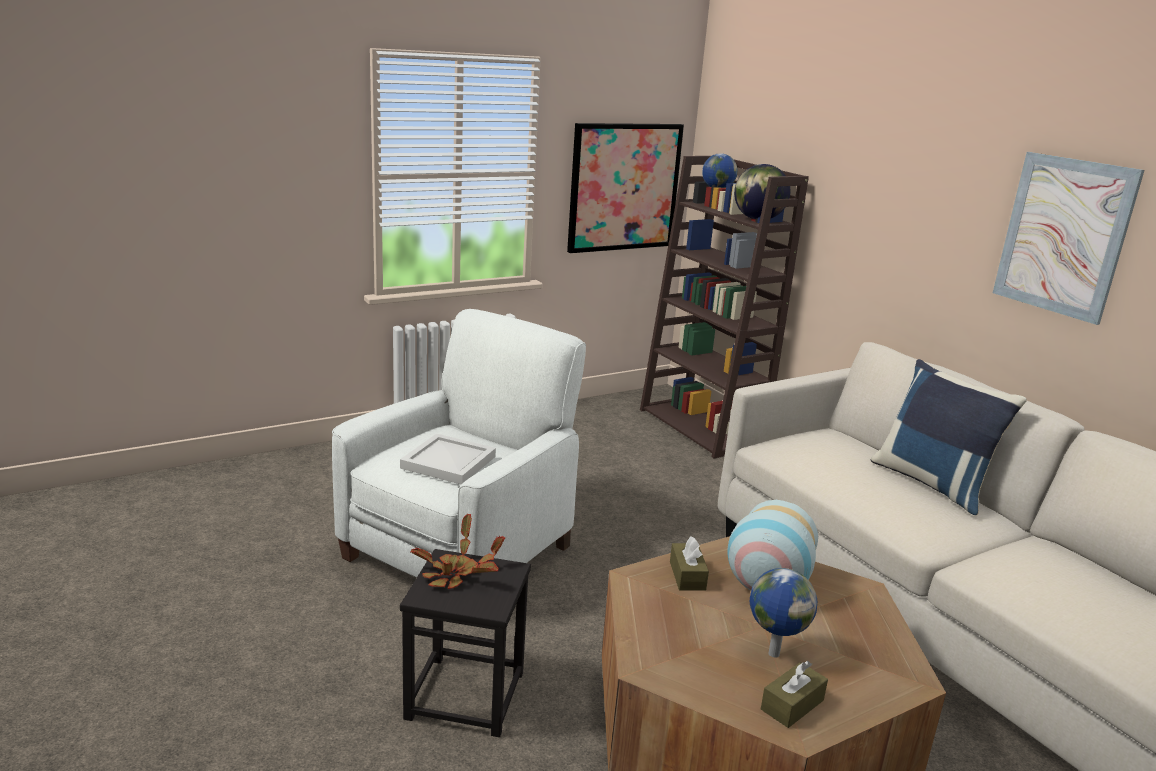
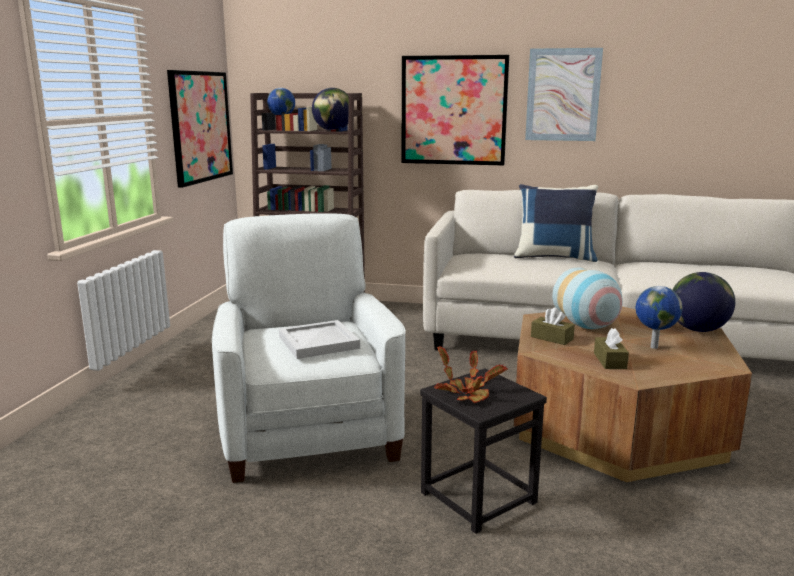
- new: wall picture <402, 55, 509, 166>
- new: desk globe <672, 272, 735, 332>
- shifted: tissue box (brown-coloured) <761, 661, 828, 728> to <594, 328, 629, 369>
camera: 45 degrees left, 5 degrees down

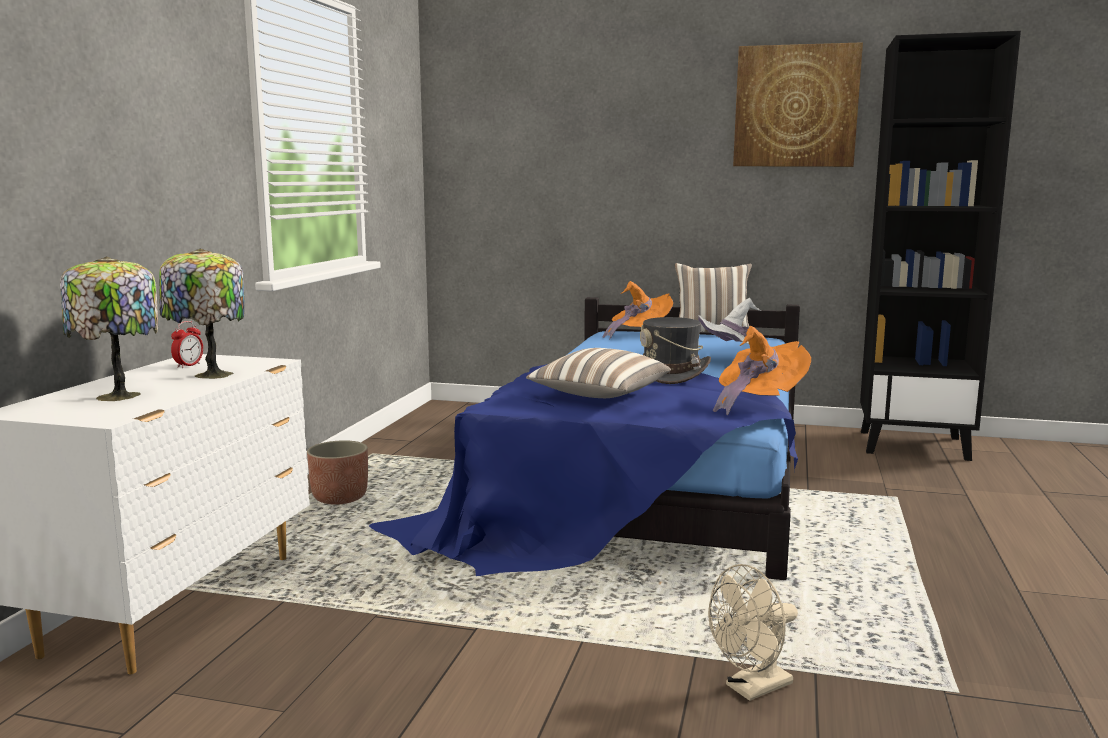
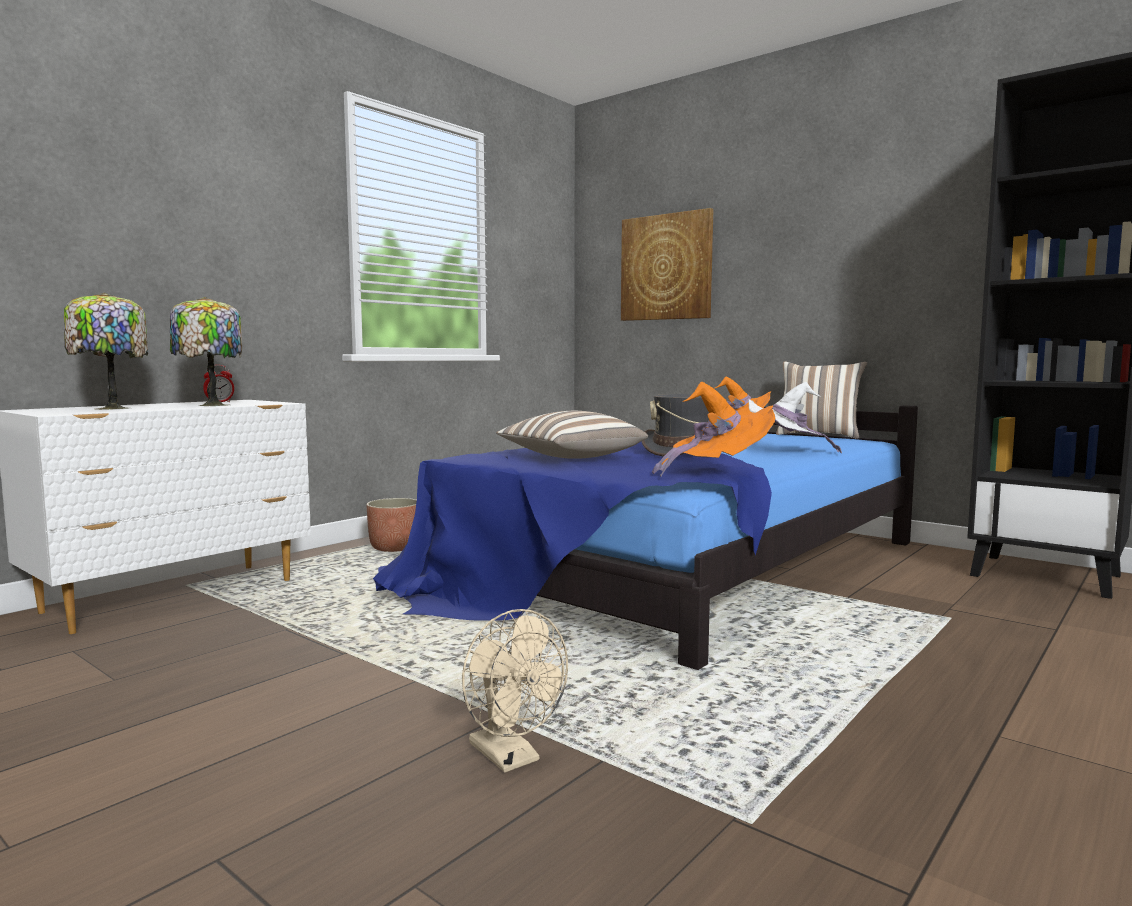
- shifted: wall picture <733, 42, 863, 167> to <621, 208, 714, 321>
- rotated: cooling fan (beige-coloured) <708, 564, 798, 701> = <462, 609, 568, 773> 120 degrees counterclockwise
camera: 25 degrees right, 5 degrees down

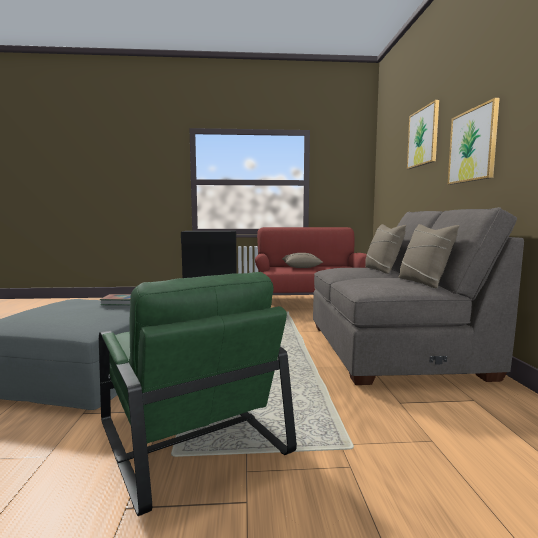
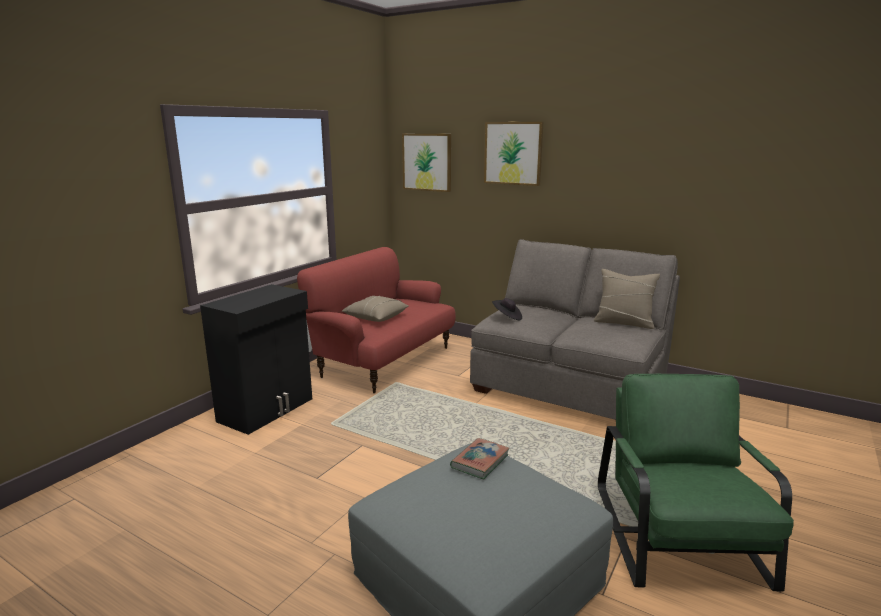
- gone: pillow (beige-coloured) <365, 224, 406, 274>
- new: hat (black-coloured) <492, 298, 522, 321>
- shifted: wall picture <448, 98, 500, 185> to <402, 134, 451, 192>
- rotated: lounge chair (green) <99, 272, 297, 516> = <598, 373, 794, 592> 90 degrees counterclockwise
camera: 55 degrees left, 10 degrees up

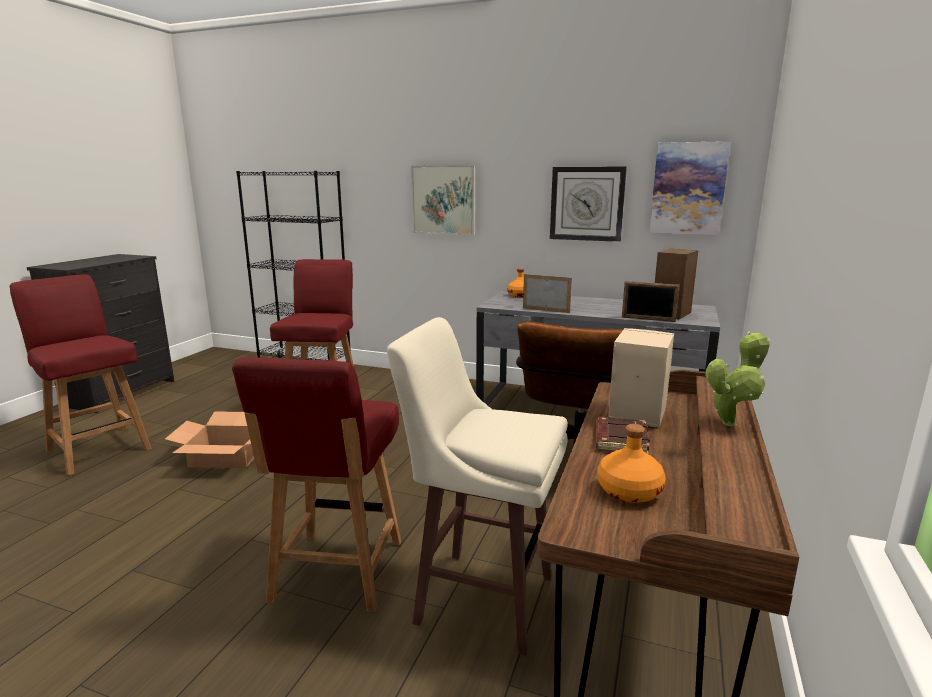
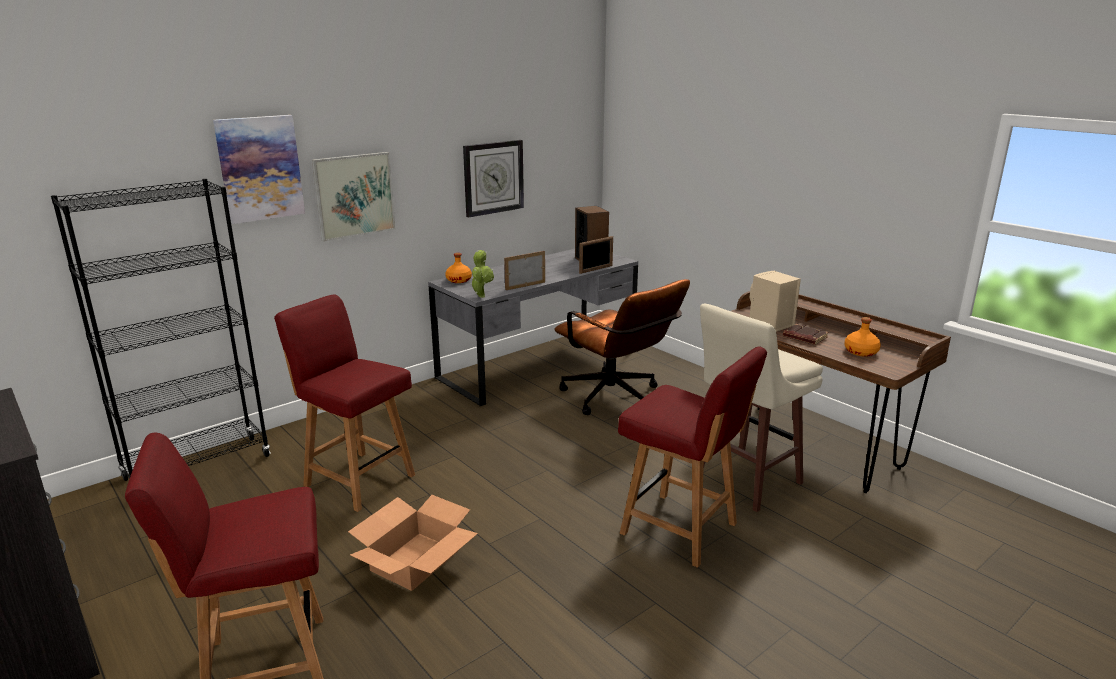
- shifted: wall picture <649, 141, 731, 235> to <213, 115, 305, 224>
- shifted: plant in a pot <705, 331, 770, 426> to <471, 250, 494, 298>
camera: 60 degrees left, 5 degrees up

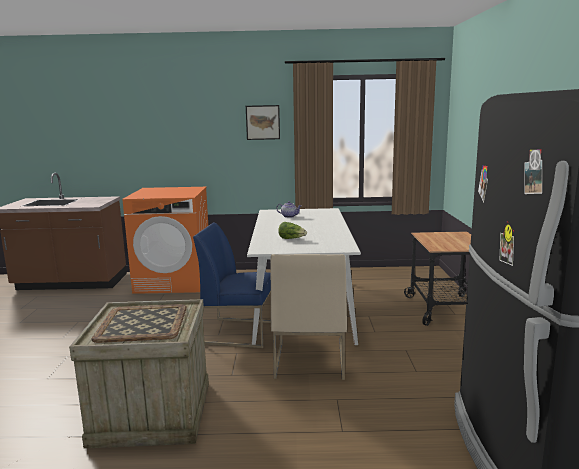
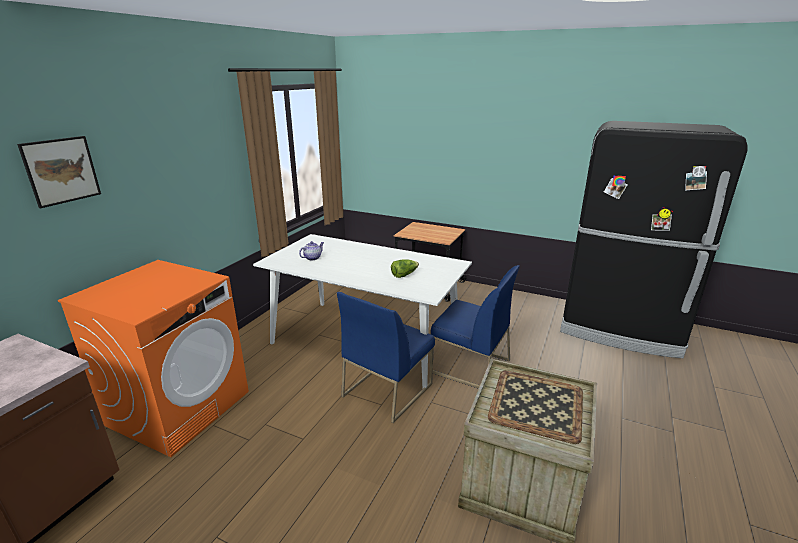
- shifted: wall picture <246, 105, 280, 140> to <17, 136, 101, 208>
- repainted: upright chair (beige-coloured) <270, 254, 347, 380> to upright chair (bluish) <431, 265, 520, 389>
camera: 65 degrees left, 10 degrees up

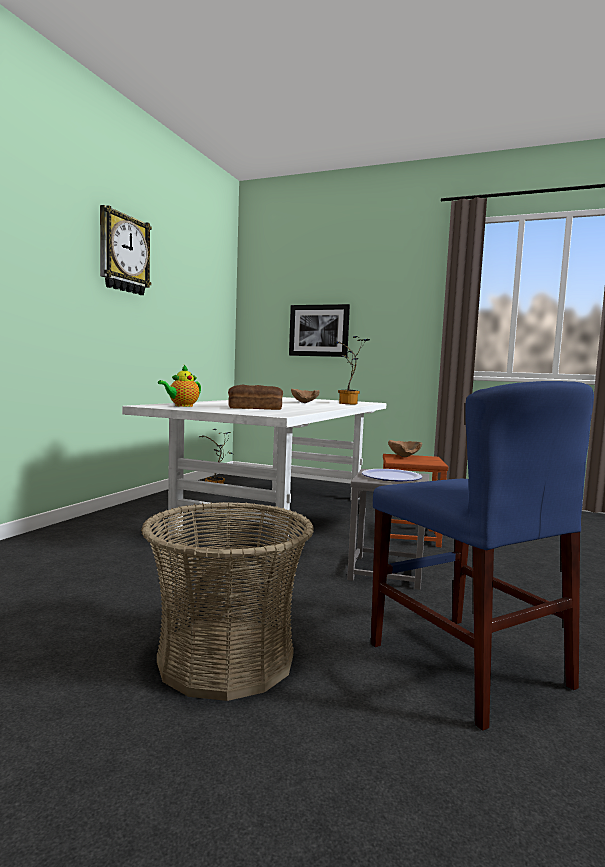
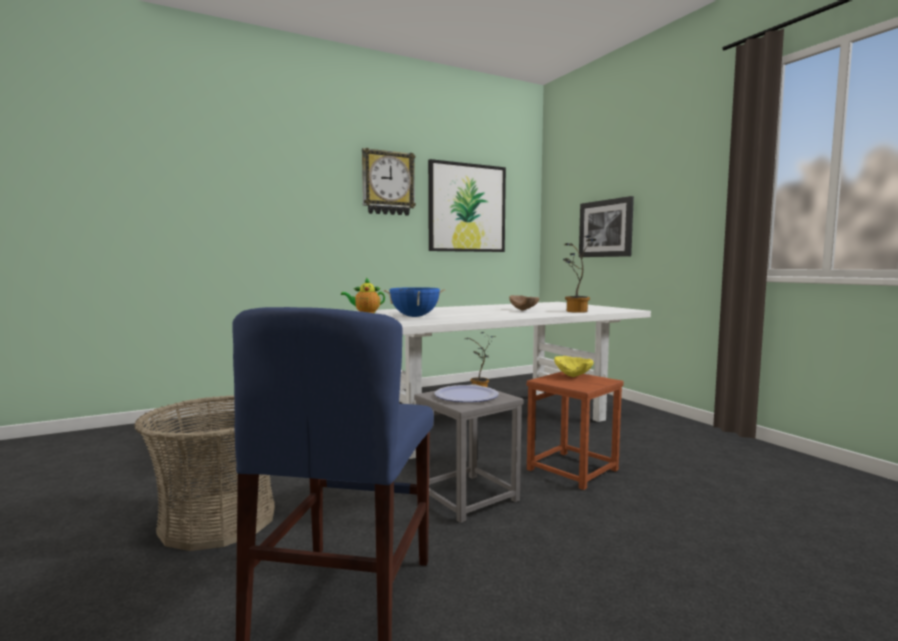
- new: wall picture <428, 159, 506, 252>
- swapped: baked bread <228, 385, 283, 410> to cooking pot (bluish) <383, 287, 445, 317>
- repainted: serving bowl (brown-coloured) <388, 440, 422, 457> to serving bowl (yellow-coloured) <554, 356, 594, 377>
camera: 40 degrees right, 0 degrees up

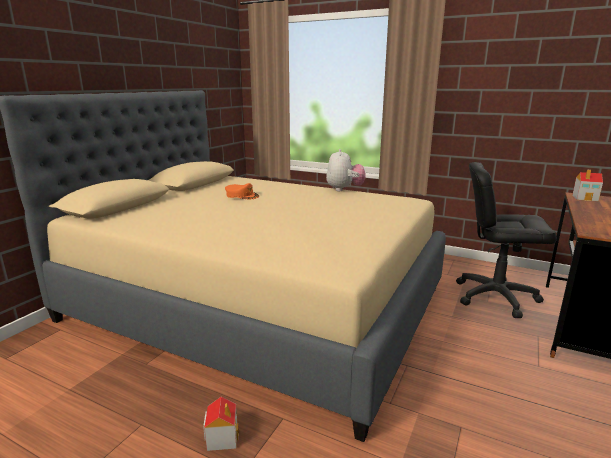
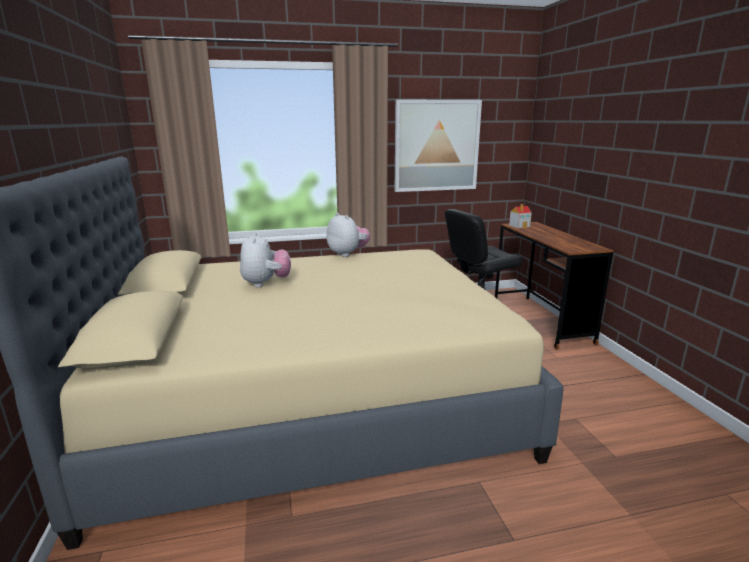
- gone: model house <203, 396, 239, 451>
- new: wall picture <395, 99, 482, 192>
- swapped: baseball cap (orange) <225, 183, 259, 199> to soft toy <240, 232, 291, 287>
camera: 40 degrees left, 0 degrees up

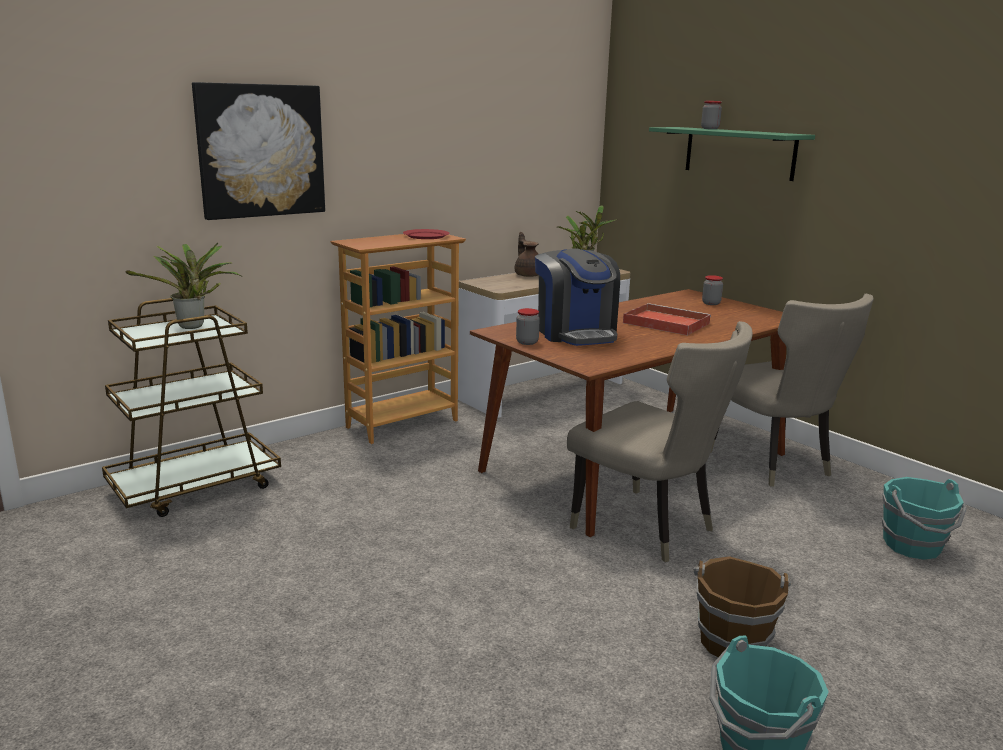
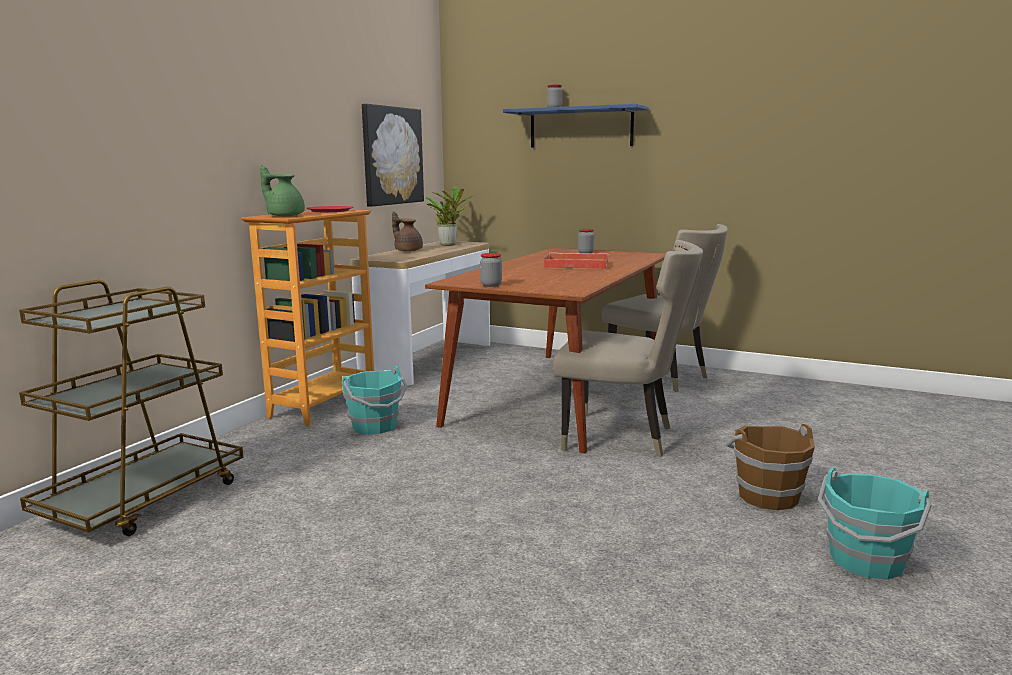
- gone: plant in a pot <125, 243, 242, 329>
- gone: coffee machine <535, 249, 620, 346>
- new: tea pot (green) <260, 165, 305, 216>
- shifted: wall picture <192, 82, 325, 220> to <362, 104, 424, 207>
- shifted: pail (blue-green) <882, 477, 967, 560> to <342, 366, 407, 435>
- repainted: bracket shelf (green) <649, 127, 815, 181> to bracket shelf (bluish) <503, 104, 648, 147>
camera: 25 degrees left, 5 degrees down

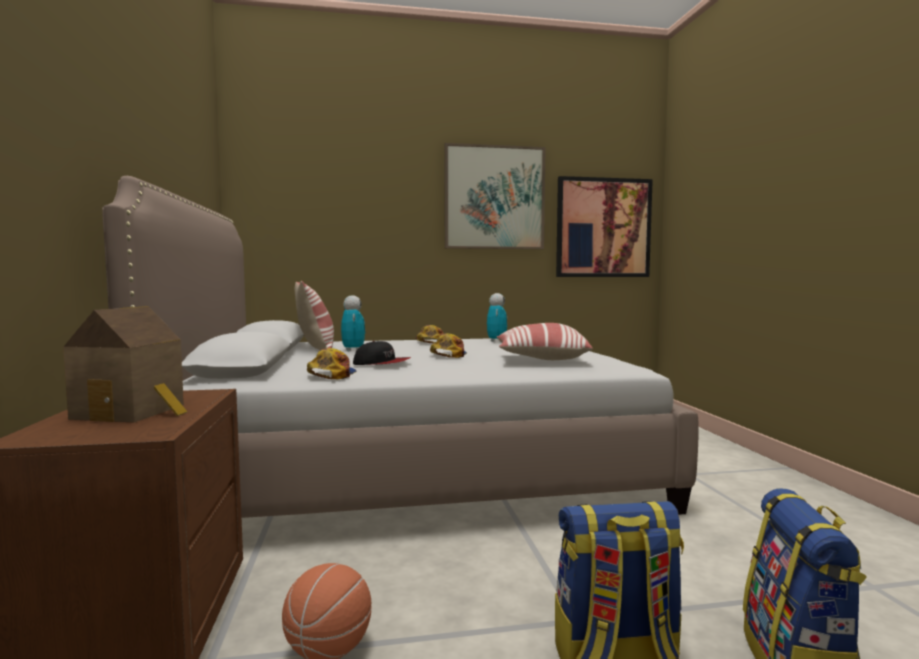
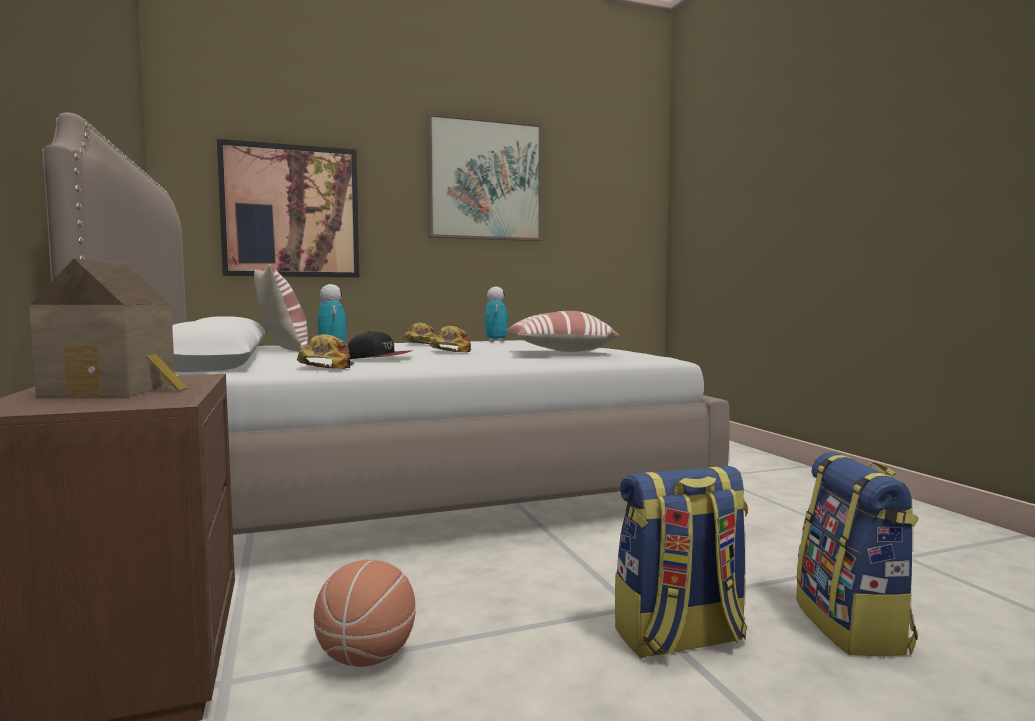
- shifted: wall picture <556, 176, 653, 277> to <217, 139, 359, 278>
camera: 10 degrees left, 0 degrees up

